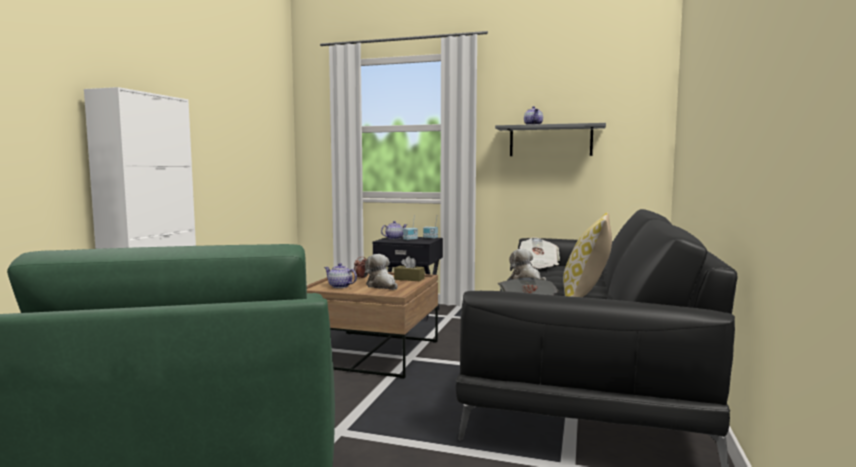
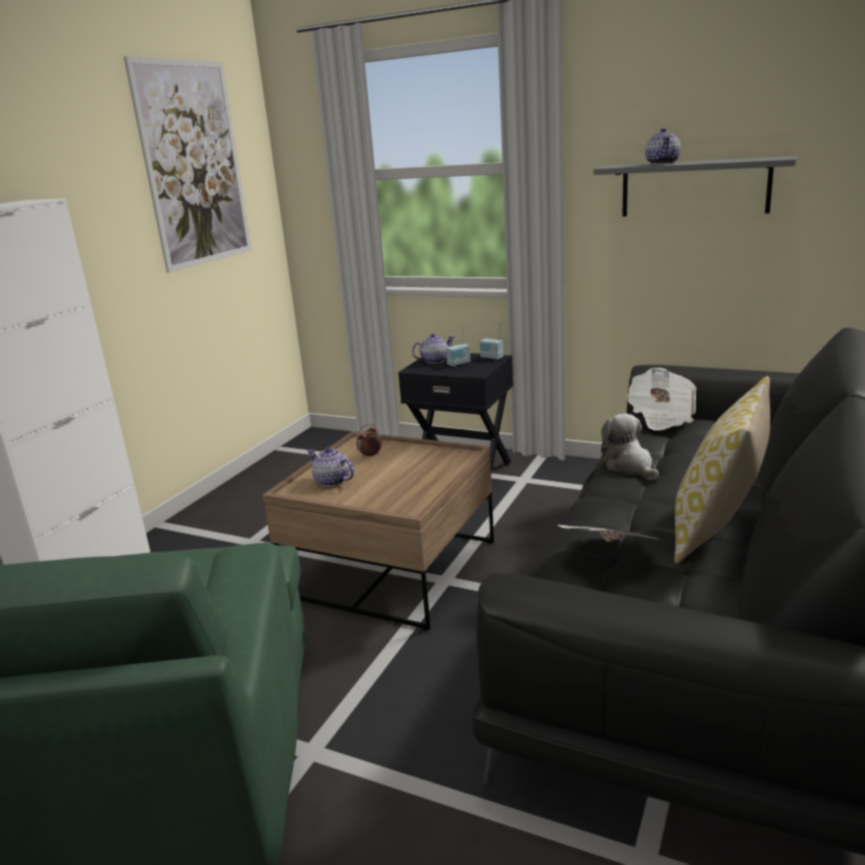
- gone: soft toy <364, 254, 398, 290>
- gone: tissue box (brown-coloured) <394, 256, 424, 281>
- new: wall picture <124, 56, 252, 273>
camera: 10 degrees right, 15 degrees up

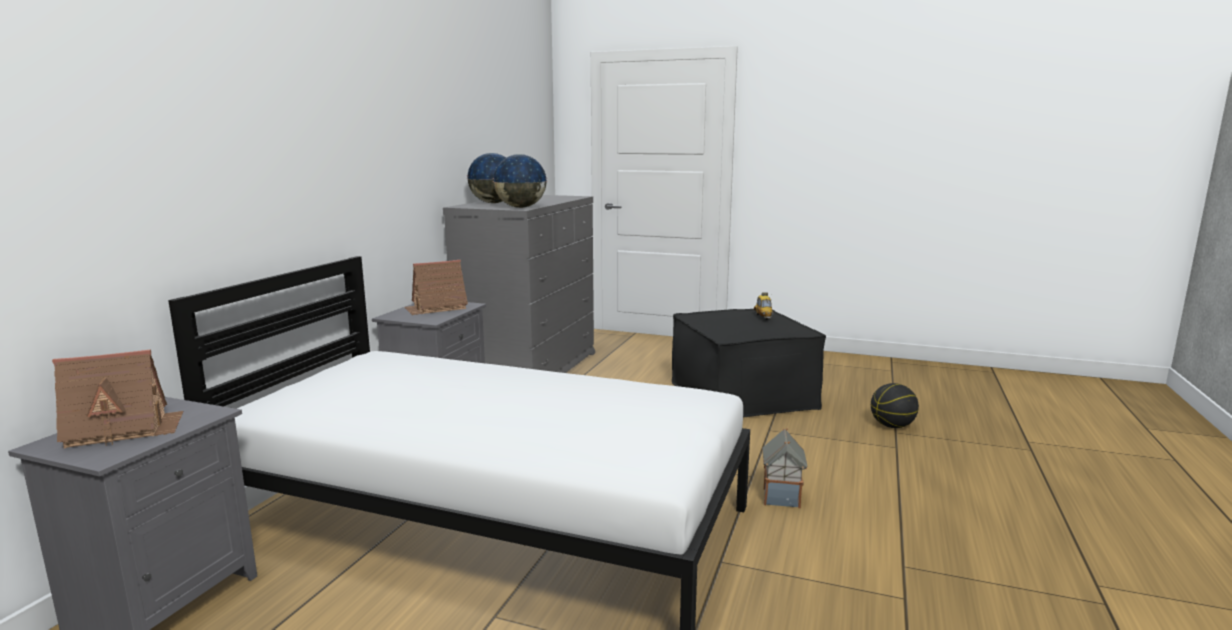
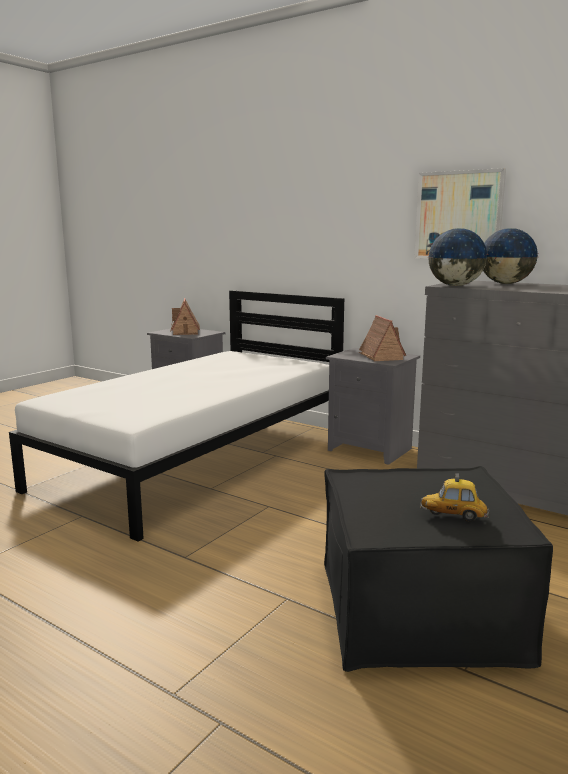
- gone: model house <763, 428, 807, 508>
- gone: basketball <871, 383, 919, 428>
- new: wall picture <414, 168, 506, 259>
camera: 105 degrees right, 0 degrees up

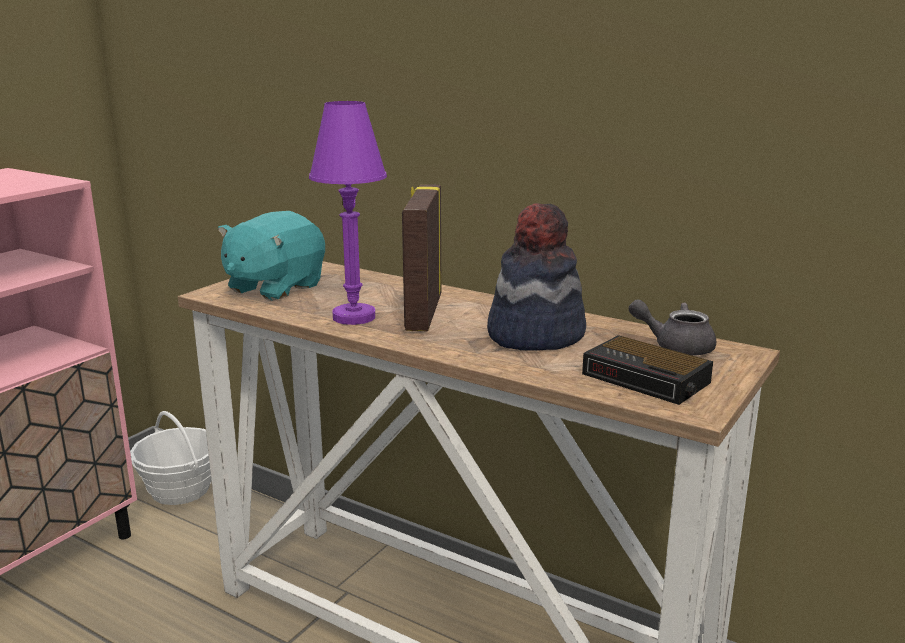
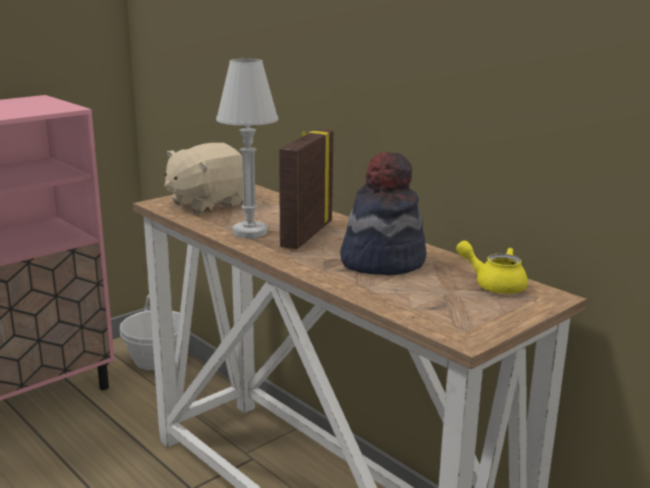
- gone: table clock <582, 335, 713, 405>
- repainted: soft toy (blue-green) <218, 211, 325, 301> to soft toy (beige-coloured) <164, 143, 243, 213>
- repainted: tabletop lamp (purple) <309, 101, 387, 325> to tabletop lamp (whitish) <216, 59, 279, 238>
- repainted: tea pot (greyish) <629, 299, 716, 355> to tea pot (yellow-coloured) <456, 240, 528, 294>
camera: 15 degrees right, 0 degrees up

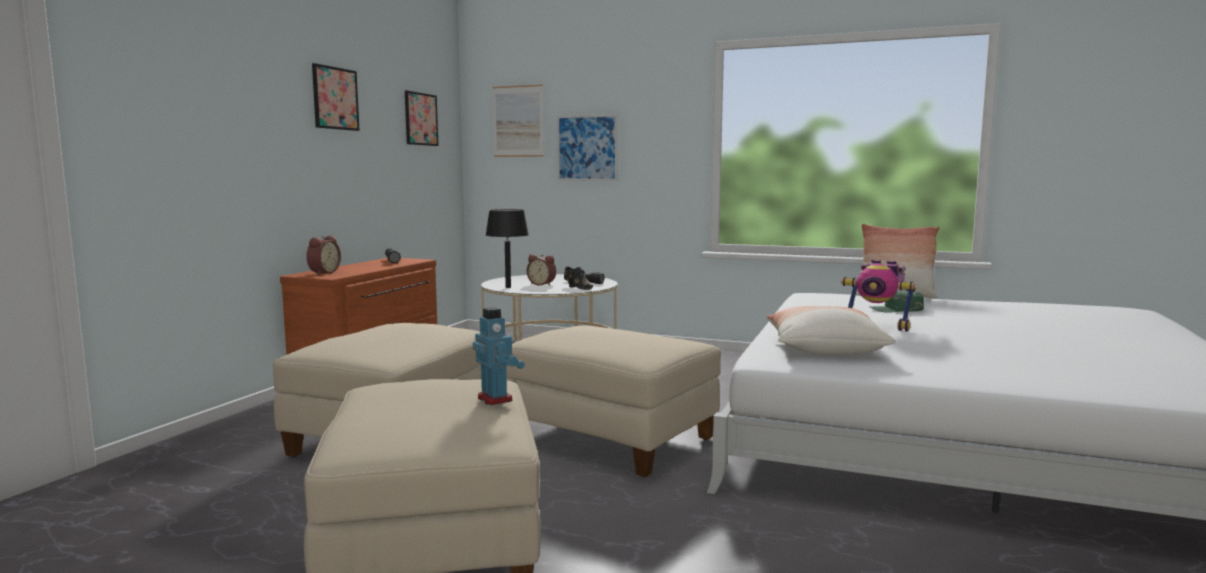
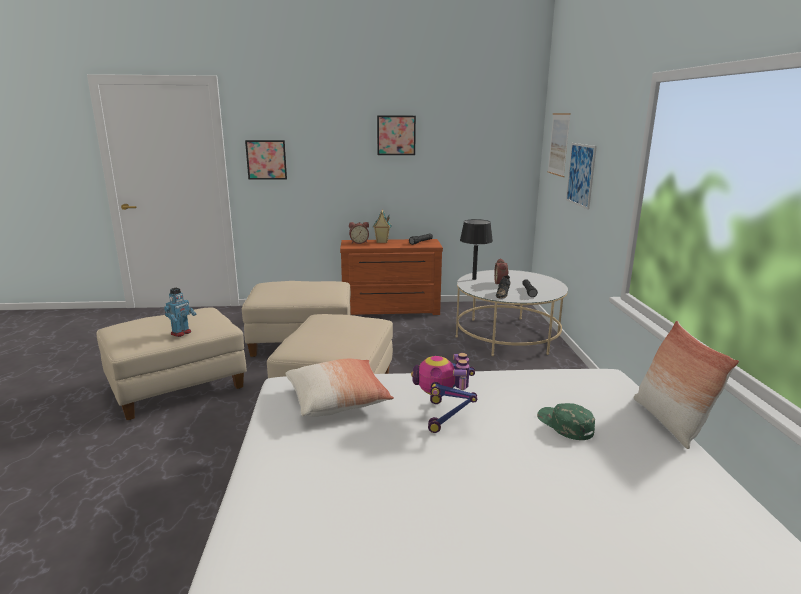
- new: model house <372, 209, 392, 243>
- shifted: wall picture <405, 90, 438, 146> to <245, 140, 287, 180>
camera: 65 degrees right, 10 degrees up

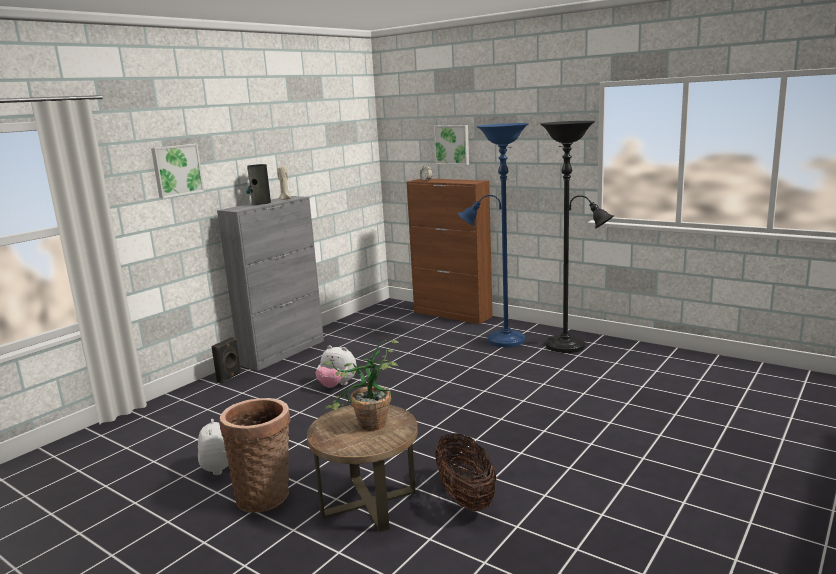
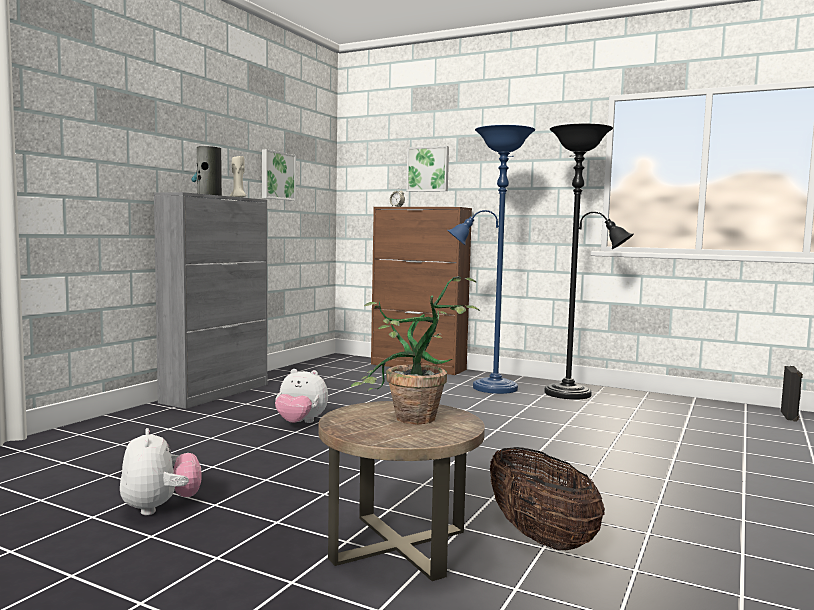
- gone: basket <219, 398, 290, 513>
- shifted: wall picture <151, 144, 204, 198> to <262, 149, 296, 201>
- shifted: loudspeaker (black-coloured) <211, 337, 241, 383> to <781, 366, 803, 422>
camera: 10 degrees left, 10 degrees down

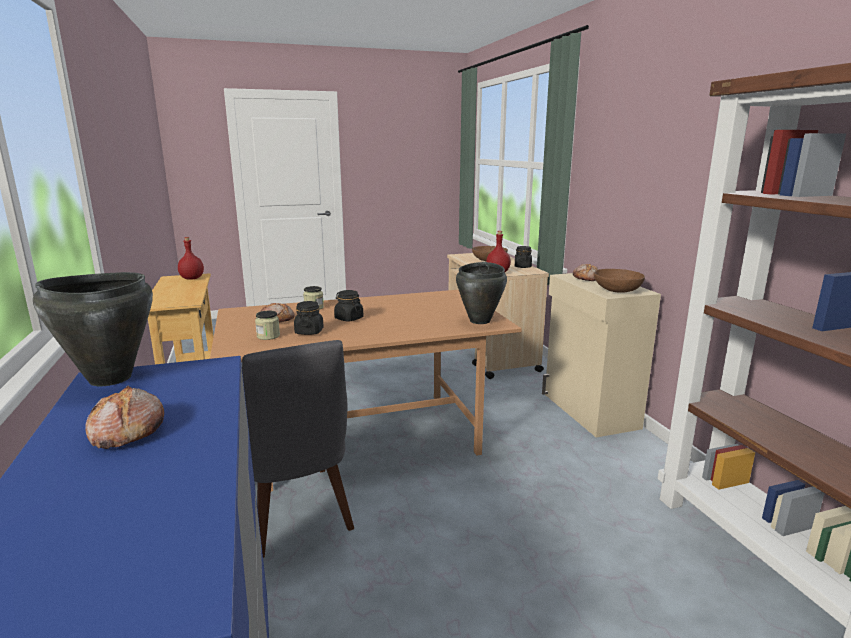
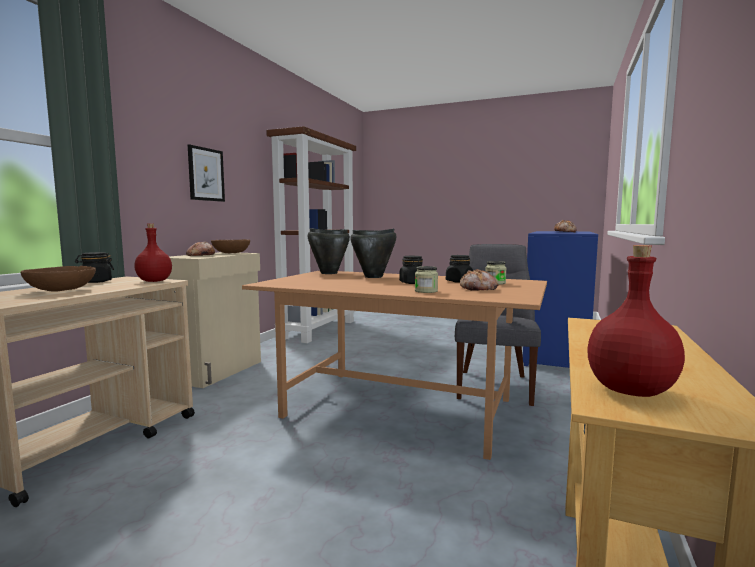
- new: wall picture <188, 144, 225, 202>
- shifted: cooking pot (black-coloured) <33, 272, 153, 386> to <350, 228, 396, 278>
camera: 140 degrees left, 10 degrees down

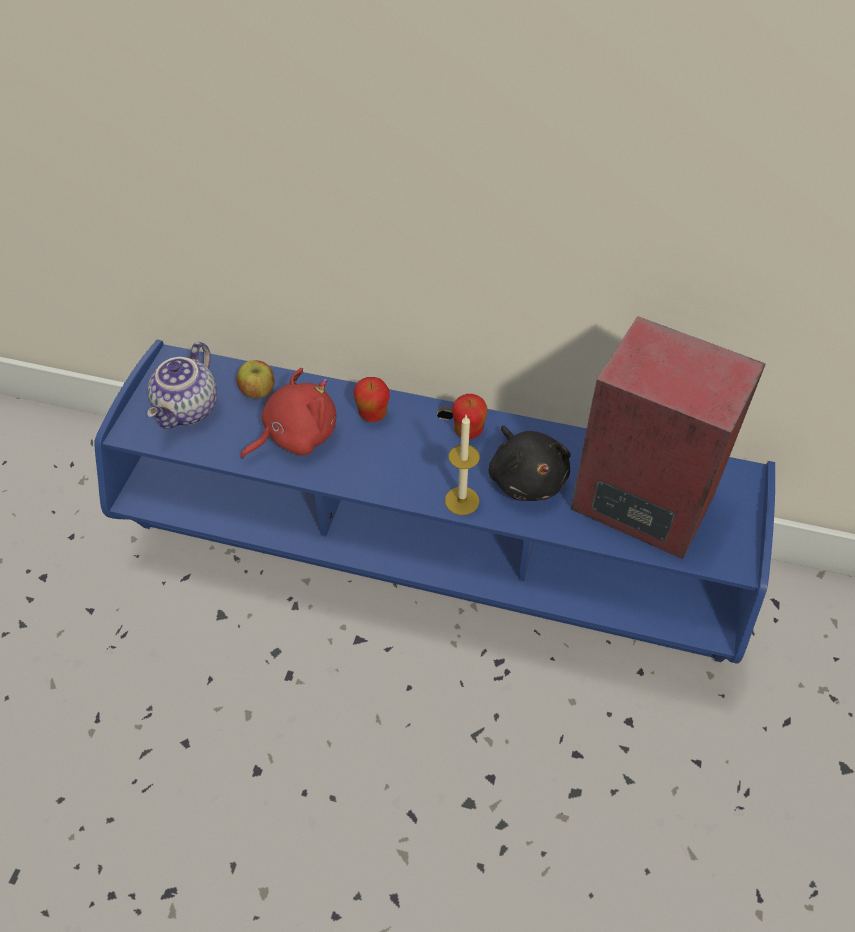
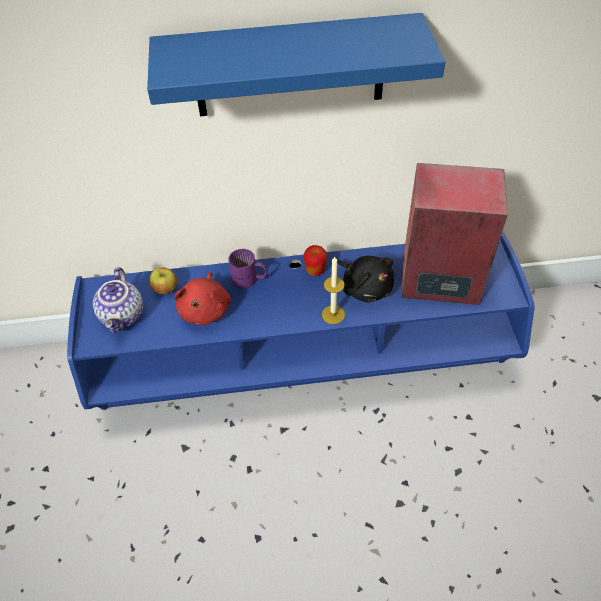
- new: bracket shelf (bluish) <147, 13, 445, 116>
- swapped: whole apple <353, 377, 390, 422> to tea mug (purple) <228, 249, 267, 288>
- rotated: soft toy (red) <240, 368, 337, 459> = <174, 272, 231, 325> 150 degrees clockwise
camera: 20 degrees left, 0 degrees up

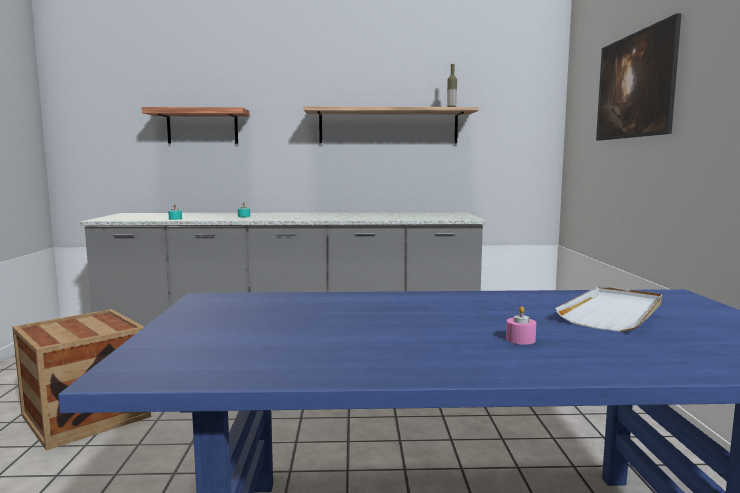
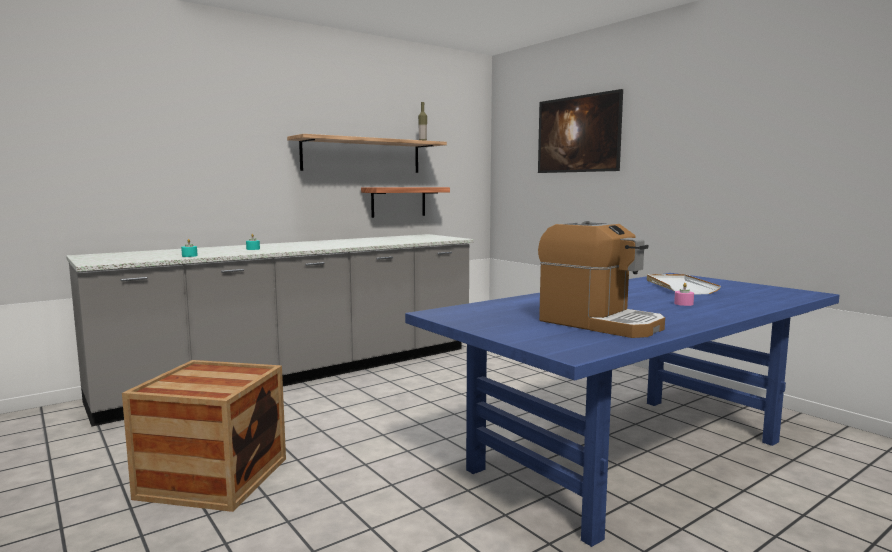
- new: coffee machine <538, 221, 665, 338>
- shifted: bracket shelf <142, 107, 249, 144> to <361, 187, 450, 218>
camera: 35 degrees left, 0 degrees up

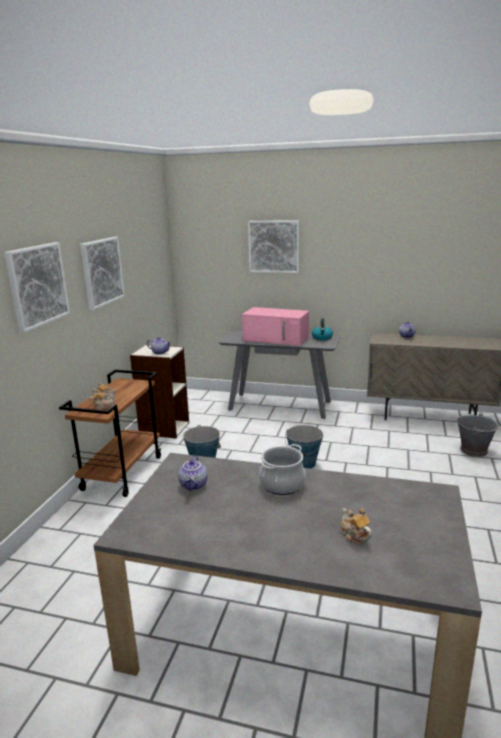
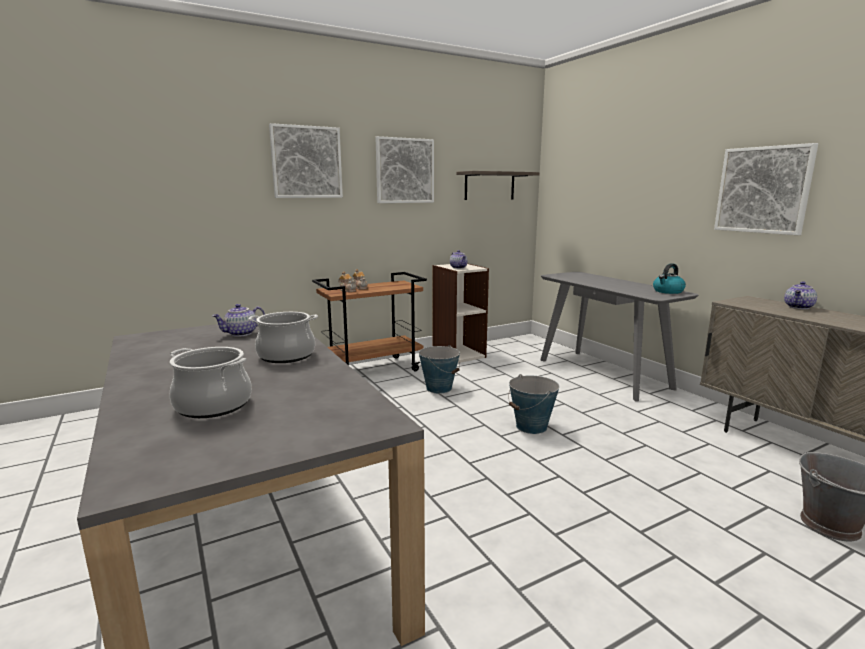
- gone: microwave oven (pink) <242, 307, 309, 346>
- new: bracket shelf <456, 171, 540, 200>
- shifted: wall picture <248, 220, 299, 273> to <714, 143, 818, 235>
- swapped: tea pot <341, 508, 372, 544> to cooking pot <170, 347, 252, 418>
camera: 45 degrees right, 5 degrees down

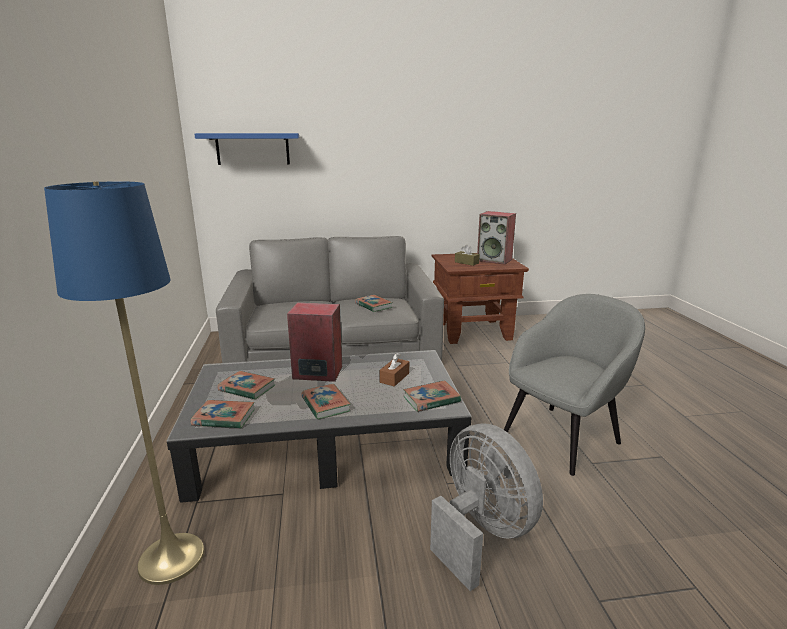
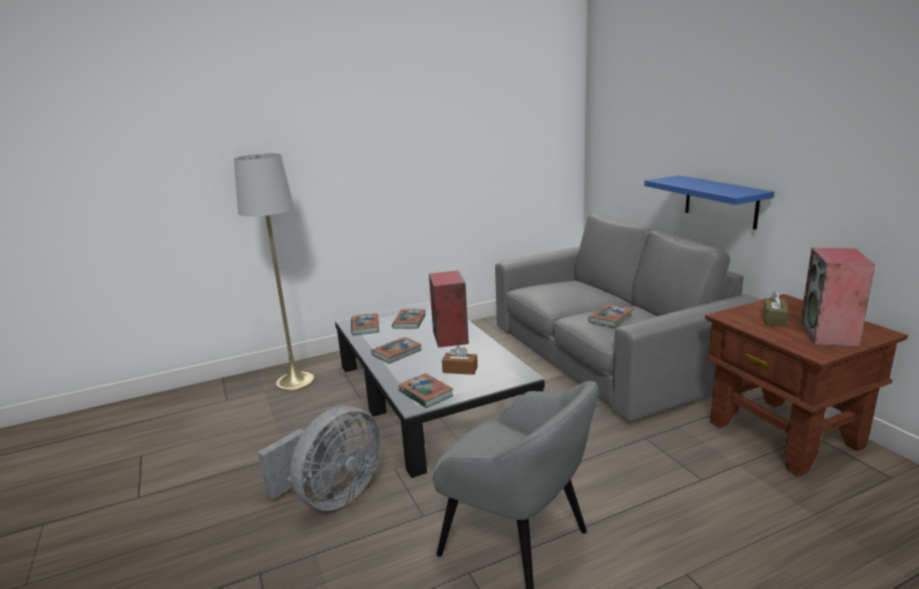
- shifted: bracket shelf (bluish) <194, 133, 299, 165> to <644, 175, 774, 230>
- repainted: standing lamp (bluish) <44, 181, 205, 585> to standing lamp (greyish) <234, 154, 314, 391>
camera: 75 degrees right, 0 degrees up

